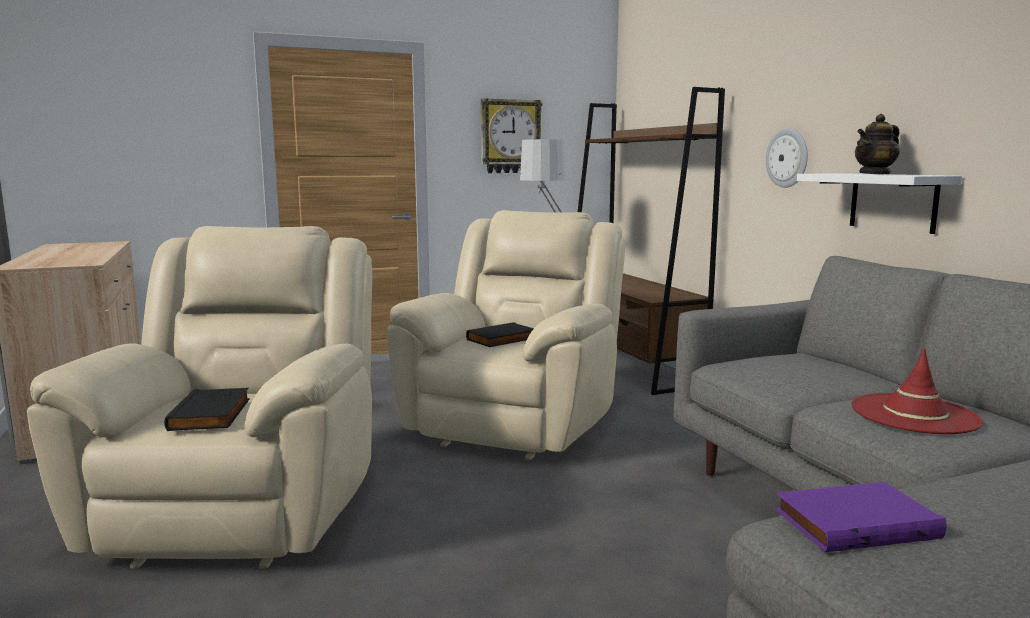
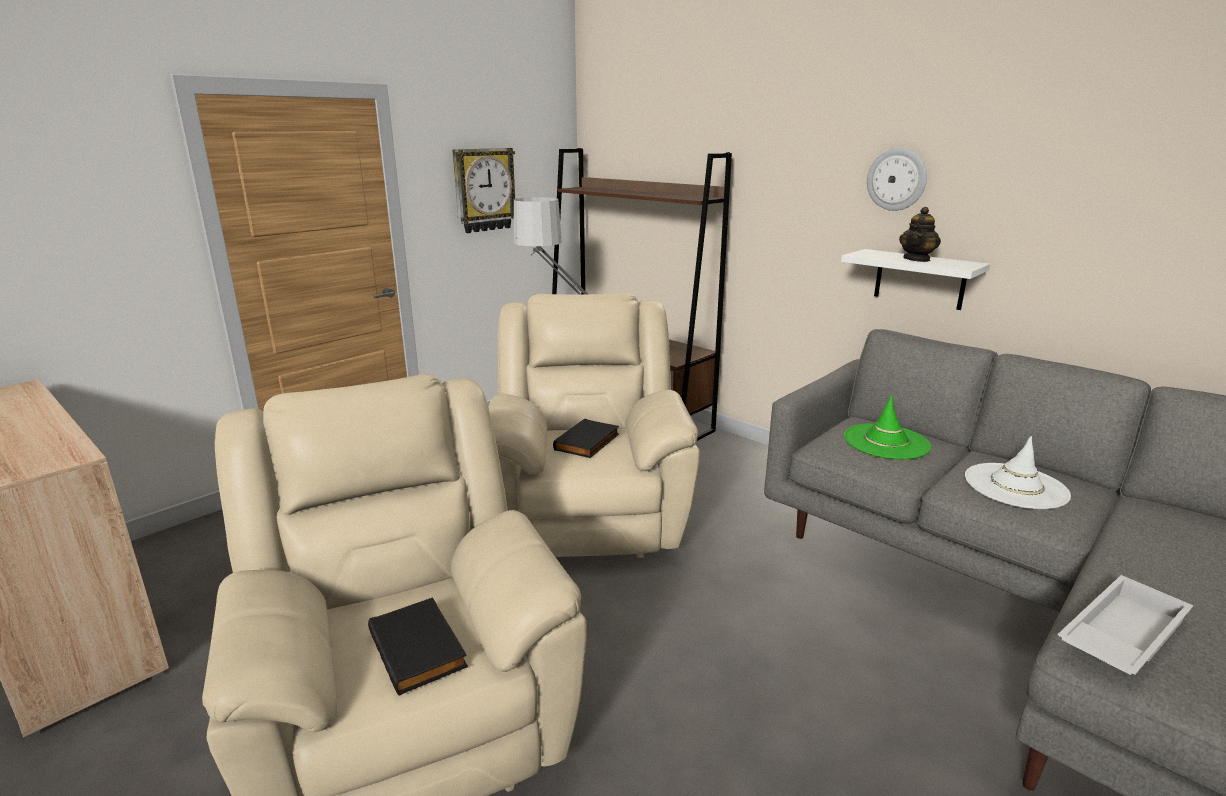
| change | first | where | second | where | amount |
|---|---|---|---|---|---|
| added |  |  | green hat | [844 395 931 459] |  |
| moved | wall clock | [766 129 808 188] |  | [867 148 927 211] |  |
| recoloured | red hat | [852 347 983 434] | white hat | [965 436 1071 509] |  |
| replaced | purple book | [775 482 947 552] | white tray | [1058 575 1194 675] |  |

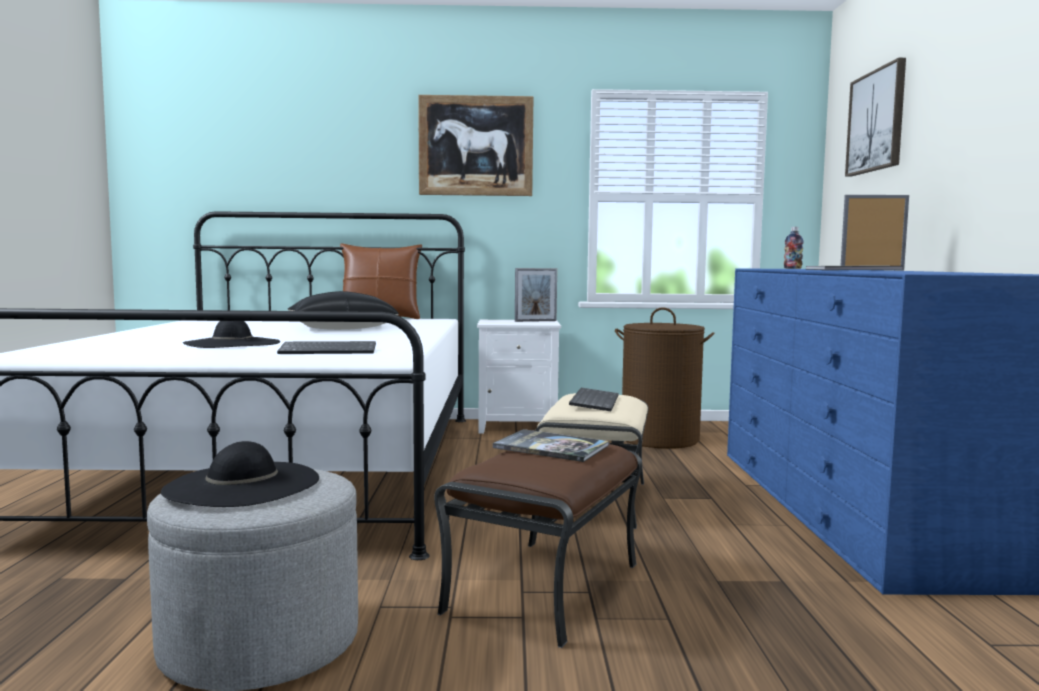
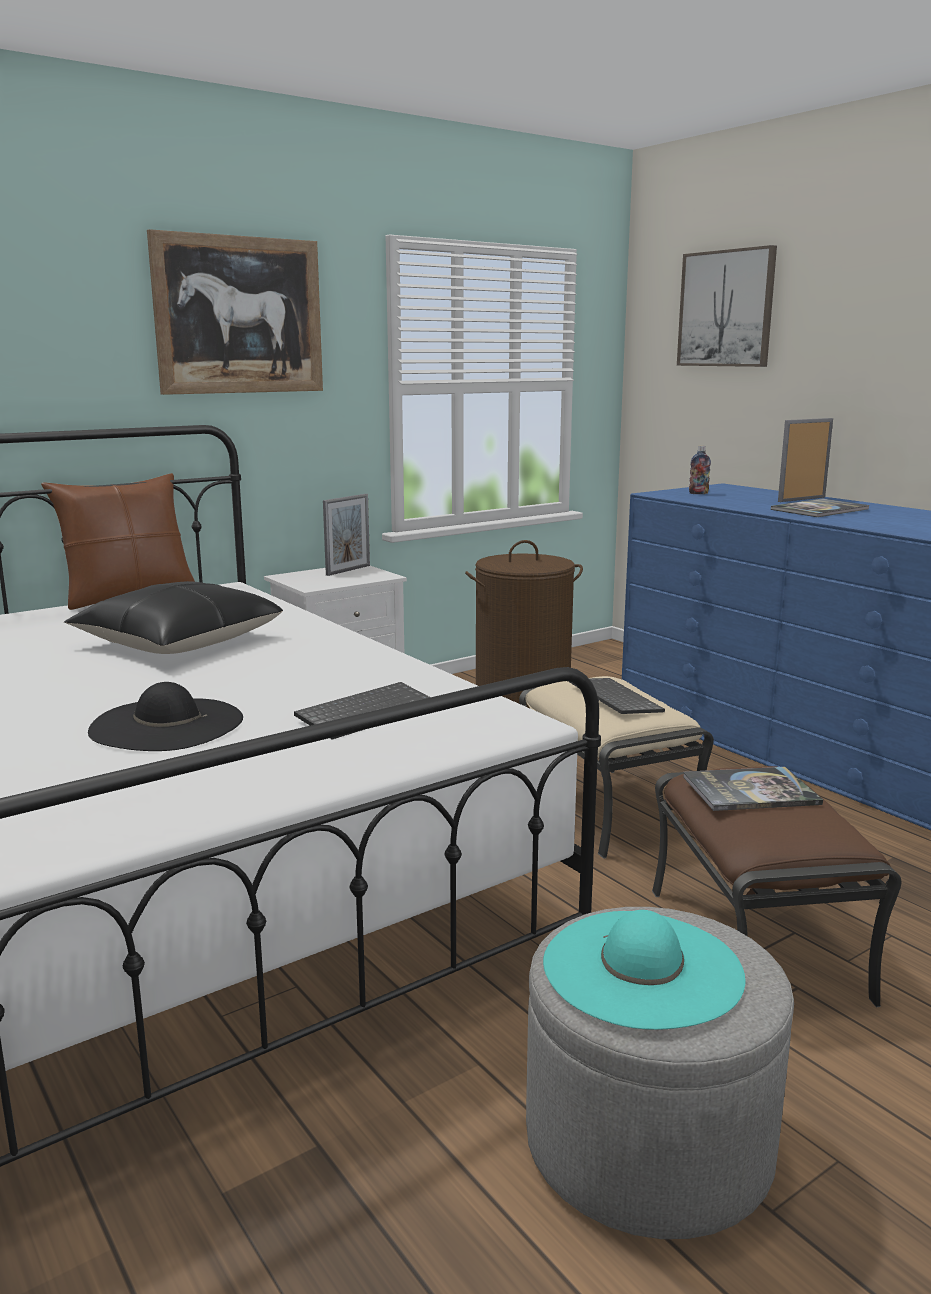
| change | first | where | second | where | amount |
|---|---|---|---|---|---|
| recoloured | black hat | [161 441 319 507] | turquoise hat | [543 910 746 1030] |  |

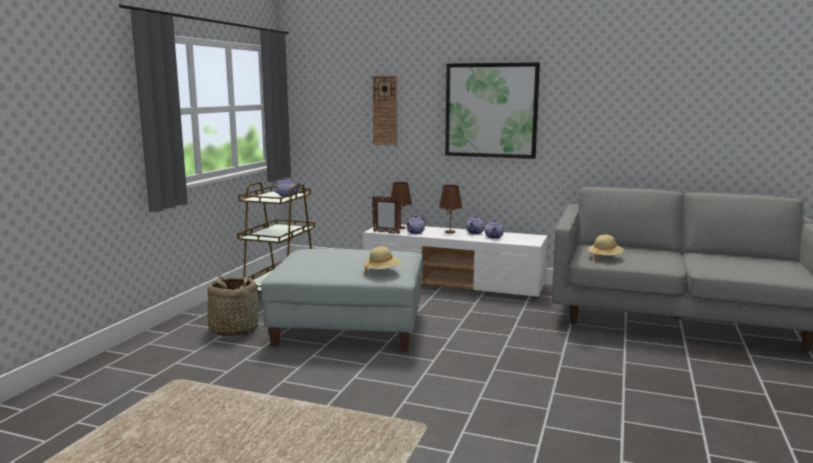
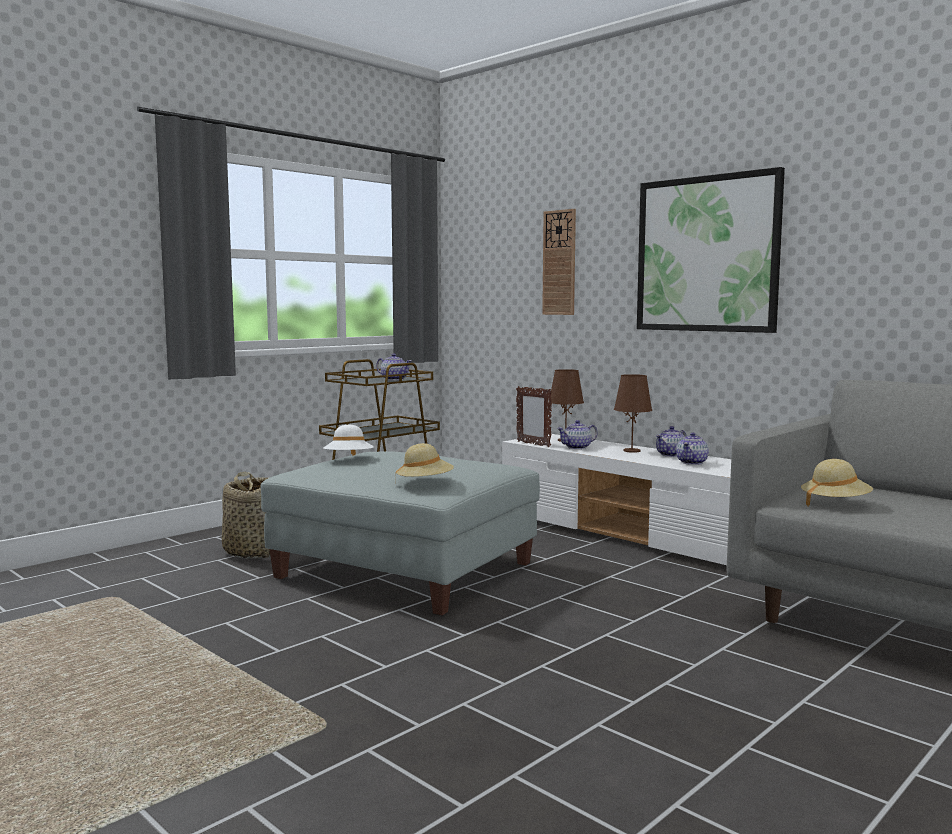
| change | first | where | second | where | amount |
|---|---|---|---|---|---|
| added |  |  | white hat | [323 425 374 456] |  |

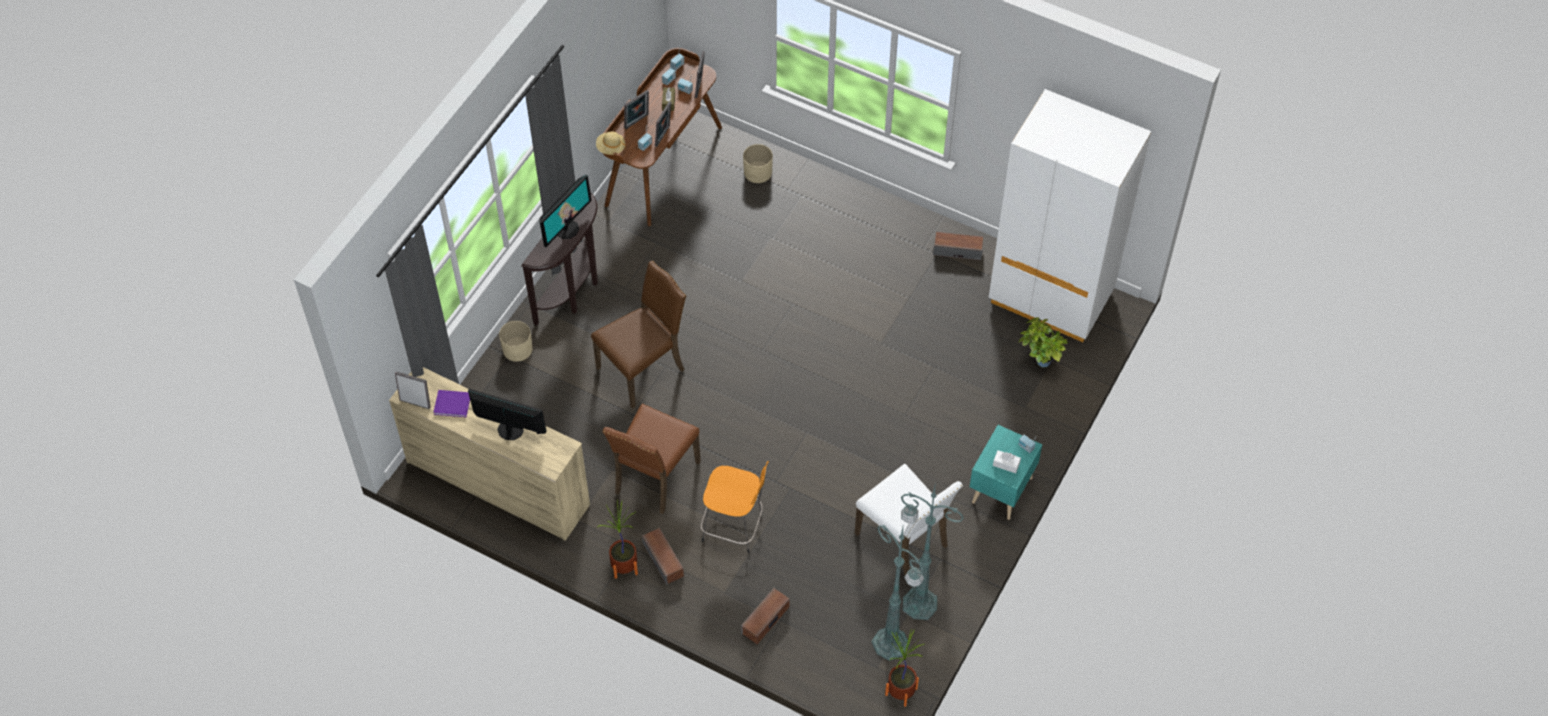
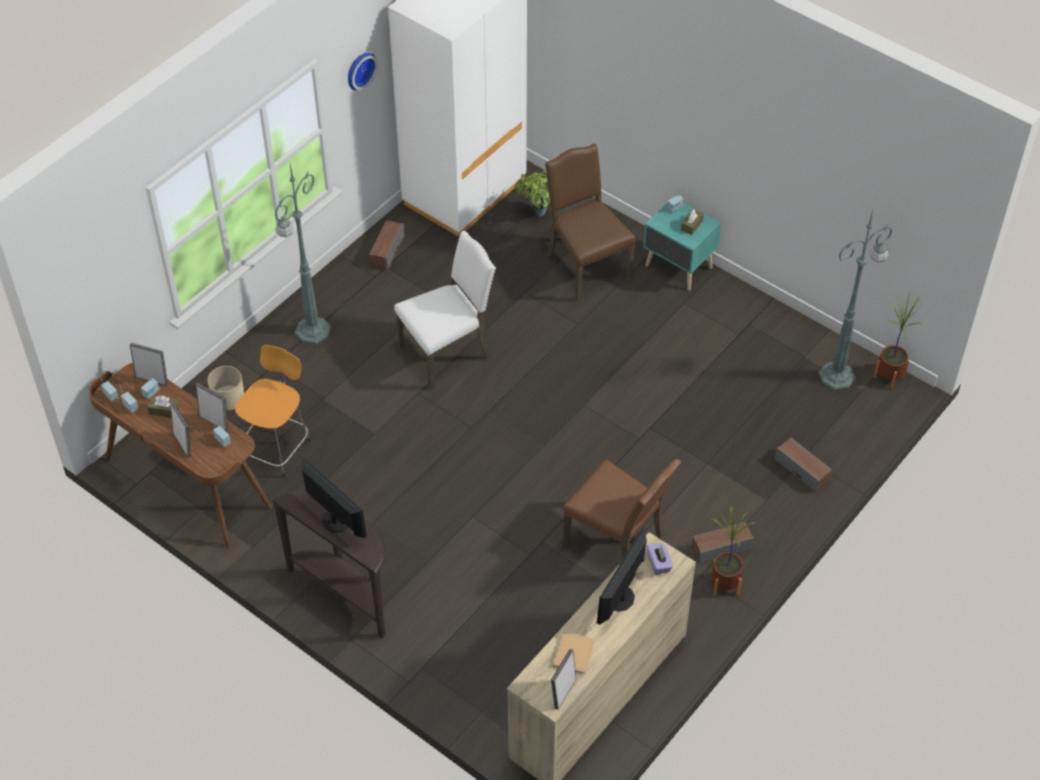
| change | first | where | second | where | amount |
|---|---|---|---|---|---|
| moved | orange stool | [701 461 769 553] |  | [235 345 311 478] |  |
| moved | green floor lamp | [901 482 964 620] |  | [275 164 331 344] |  |
| added |  |  | wall clock | [348 52 378 90] |  |
| moved | white chair | [855 464 963 575] |  | [394 231 496 390] |  |
| moved | brown chair | [591 261 686 409] |  | [545 144 636 303] |  |
| recoloured | purple book | [433 390 470 417] | beige book | [553 631 595 675] |  |
| added |  |  | purple tissue box | [646 544 673 575] |  |
| recoloured | white tissue box | [993 450 1021 473] | brown tissue box | [681 209 704 235] |  |
| removed | beige planter | [499 321 533 362] |  |  |  |
| removed | beige hat | [596 131 626 155] |  |  |  |

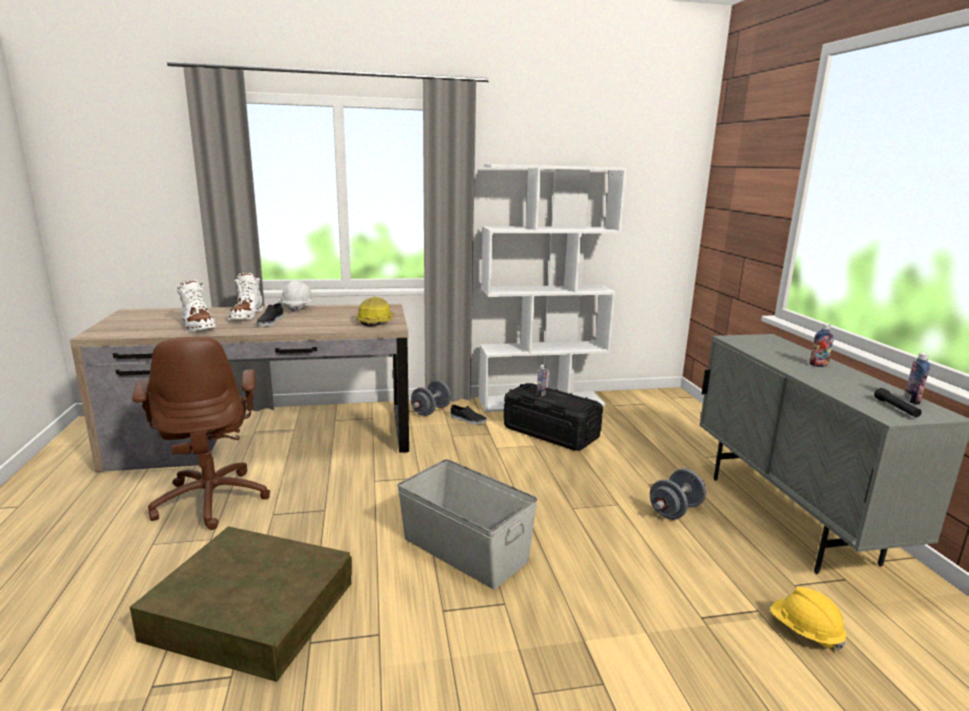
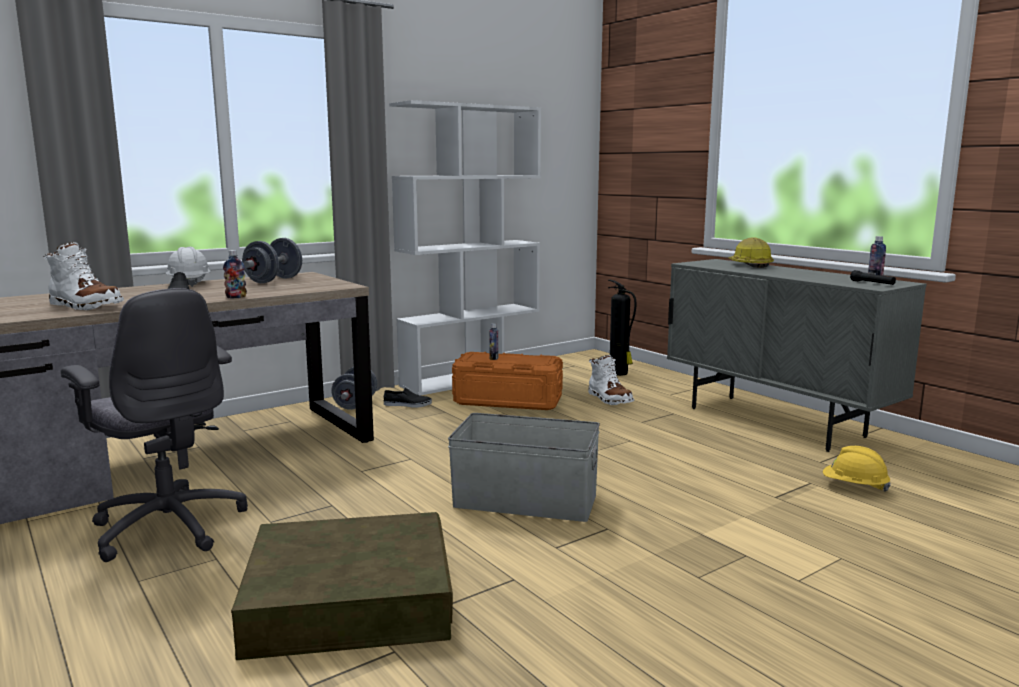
| change | first | where | second | where | amount |
|---|---|---|---|---|---|
| recoloured | brown office chair | [132 336 270 530] | grey office chair | [61 288 248 562] |  |
| moved | bottle | [810 324 834 367] |  | [223 250 247 298] |  |
| moved | grey dumbbell | [650 469 706 520] |  | [242 238 302 283] |  |
| recoloured | black storage box | [504 383 603 451] | orange storage box | [452 352 563 410] |  |
| moved | white boot | [229 273 263 320] |  | [588 355 634 405] |  |
| added |  |  | fire extinguisher | [608 280 636 376] |  |
| moved | hard hat | [356 297 394 327] |  | [728 238 774 268] |  |

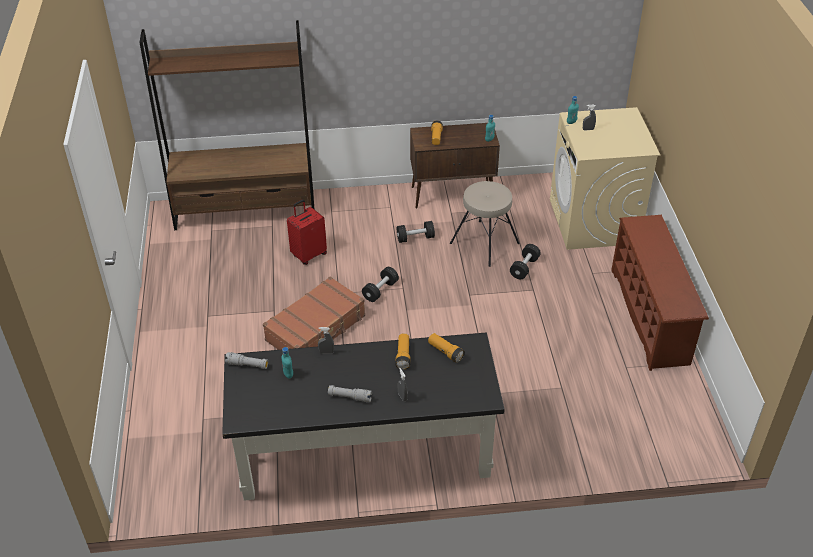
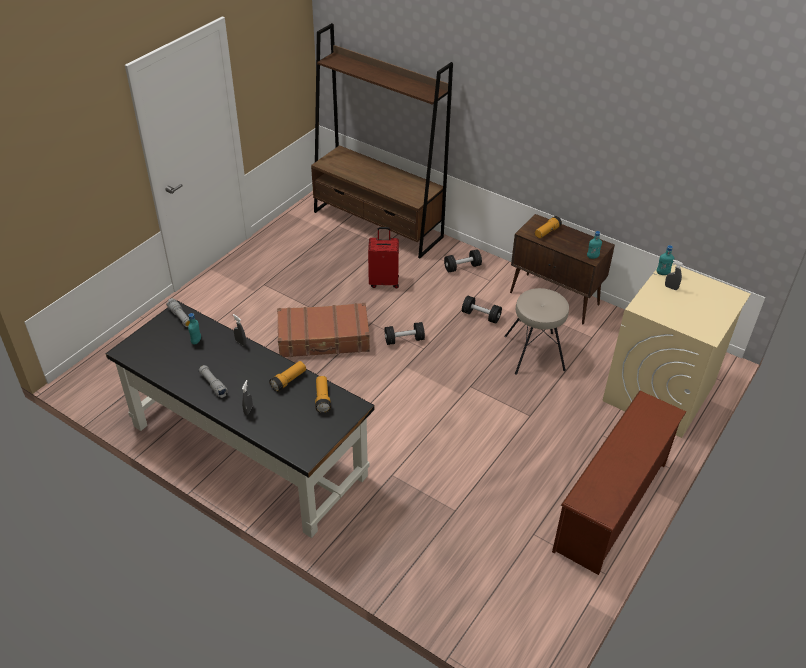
| change | first | where | second | where | amount |
|---|---|---|---|---|---|
| moved | black dumbbell | [510 244 541 279] |  | [444 249 482 272] |  |

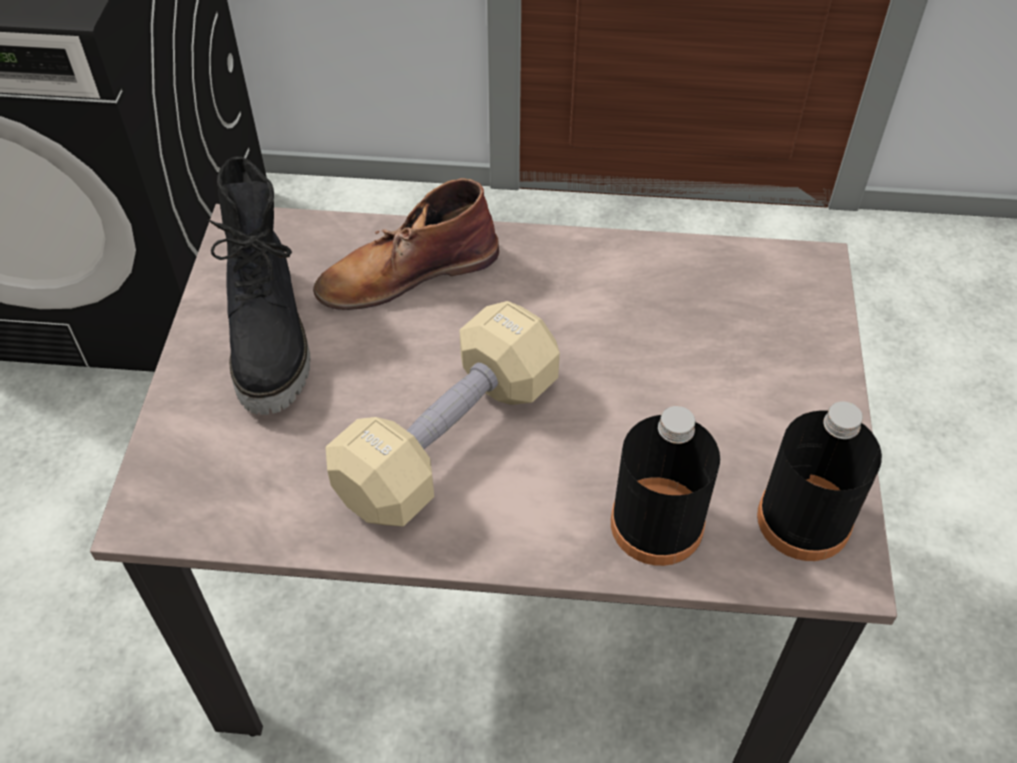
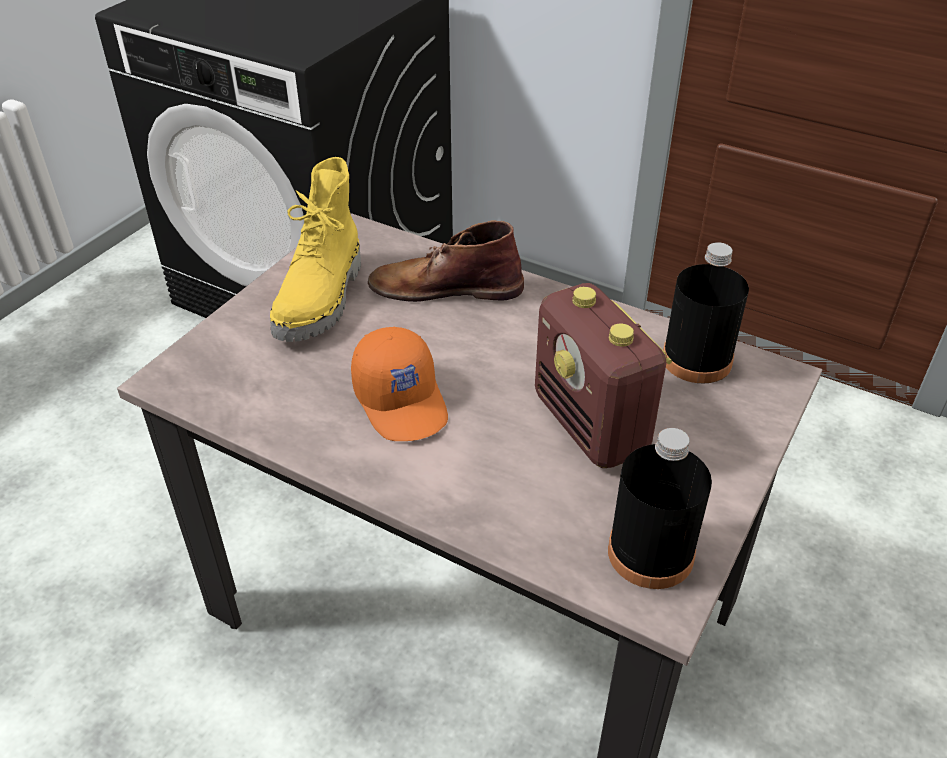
| change | first | where | second | where | amount |
|---|---|---|---|---|---|
| recoloured | black boot | [208 157 311 415] | yellow boot | [270 157 361 342] |  |
| replaced | beige dumbbell | [326 301 560 526] | orange cap | [351 327 448 441] |  |
| added |  |  | radio | [535 283 672 468] |  |
| moved | black bottle | [611 406 720 566] |  | [663 242 749 384] |  |

